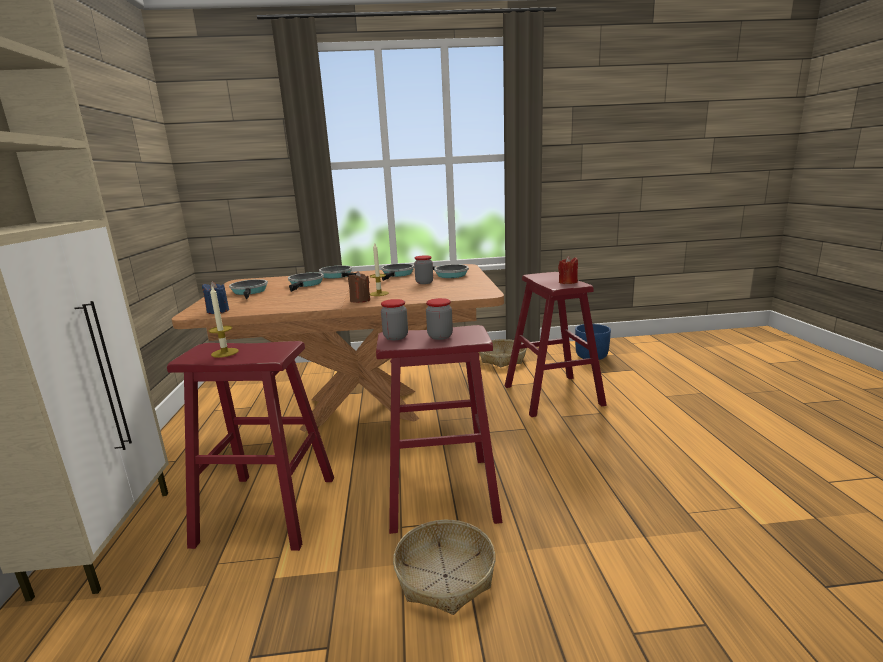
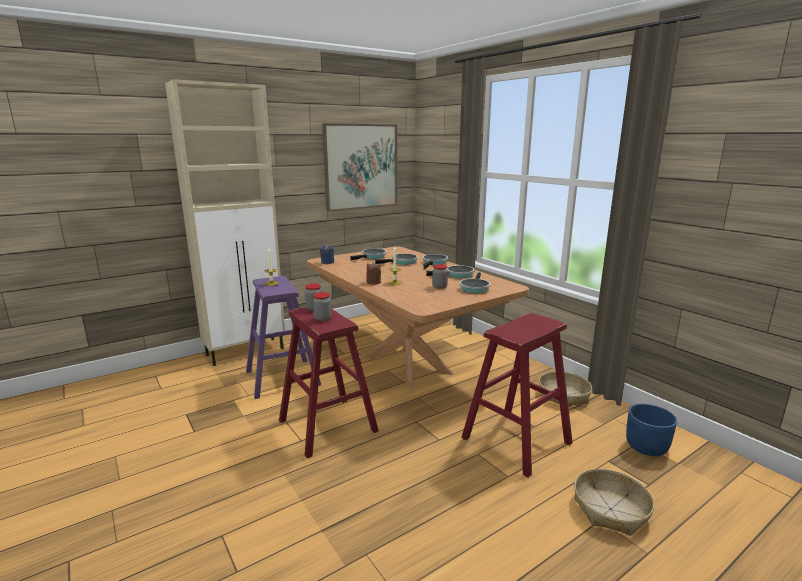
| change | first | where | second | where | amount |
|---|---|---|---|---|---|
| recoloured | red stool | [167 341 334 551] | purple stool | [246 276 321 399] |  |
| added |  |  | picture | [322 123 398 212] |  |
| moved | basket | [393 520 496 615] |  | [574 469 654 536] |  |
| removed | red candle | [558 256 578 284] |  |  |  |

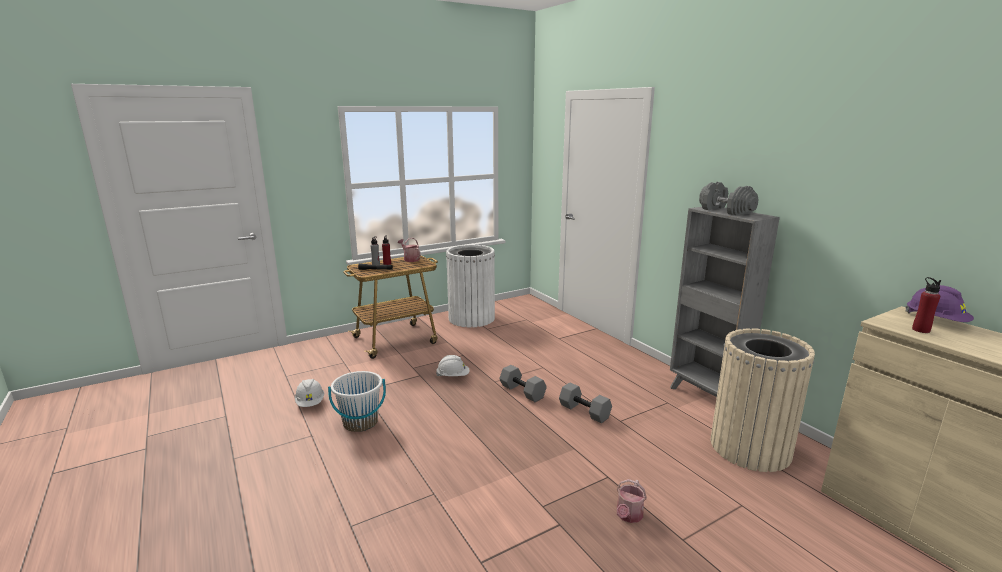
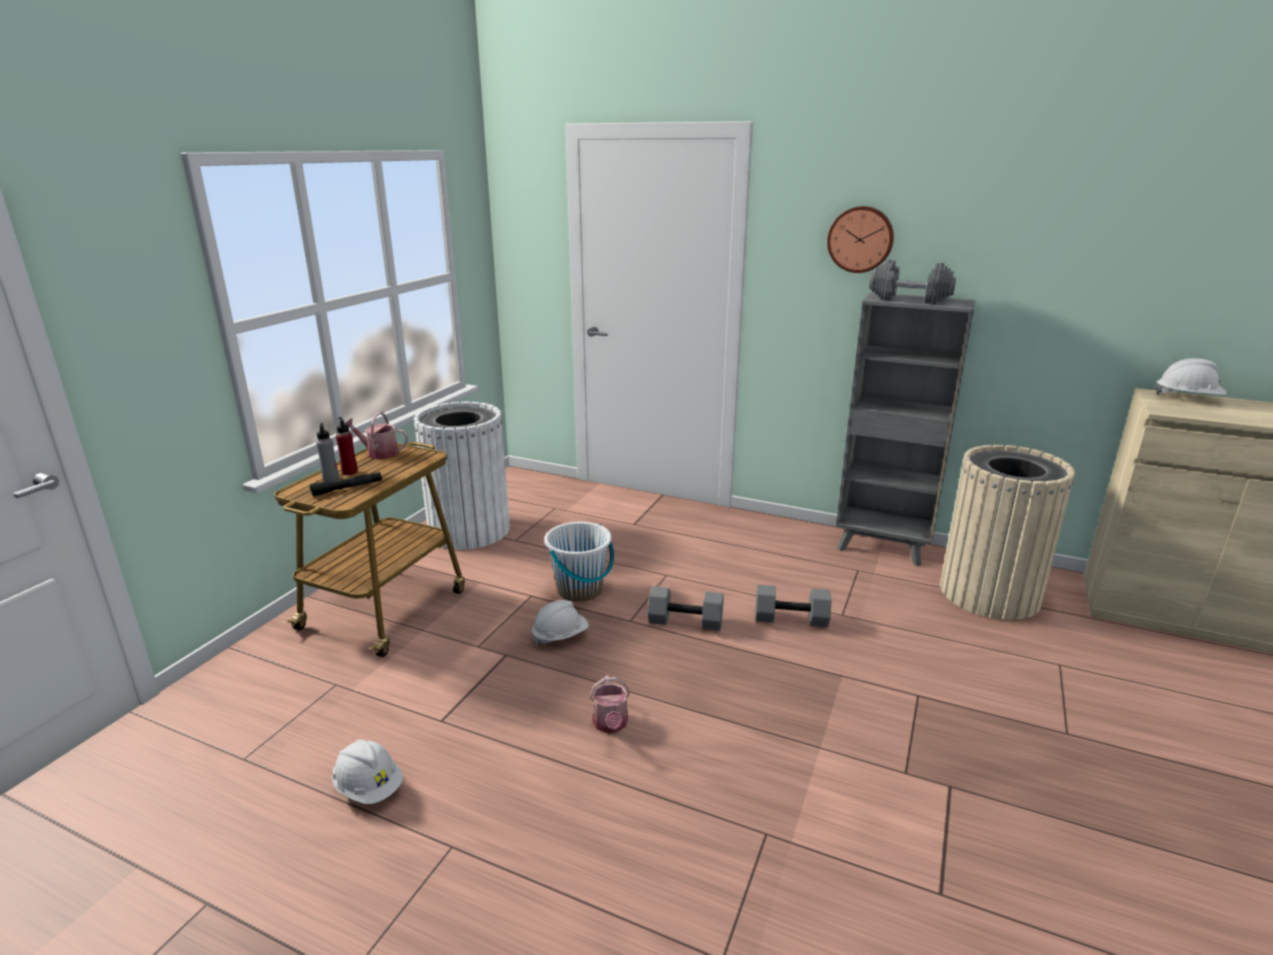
| change | first | where | second | where | amount |
|---|---|---|---|---|---|
| moved | white bucket | [328 371 386 432] |  | [544 522 614 602] |  |
| moved | watering can | [617 479 647 523] |  | [590 675 630 733] |  |
| added |  |  | wall clock | [827 206 894 273] |  |
| recoloured | purple hard hat | [905 285 974 322] | white hard hat | [1155 358 1227 395] |  |
| removed | red bottle | [912 277 941 333] |  |  |  |

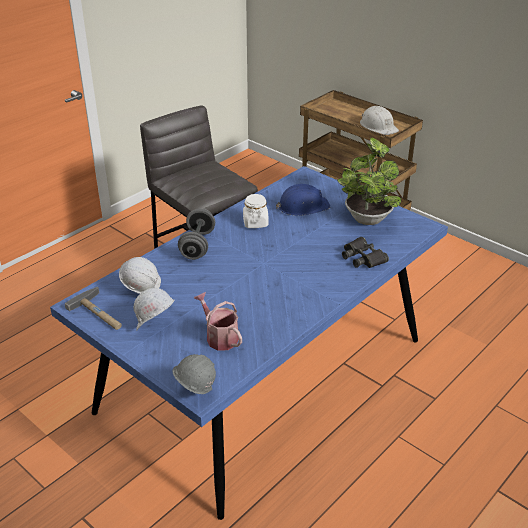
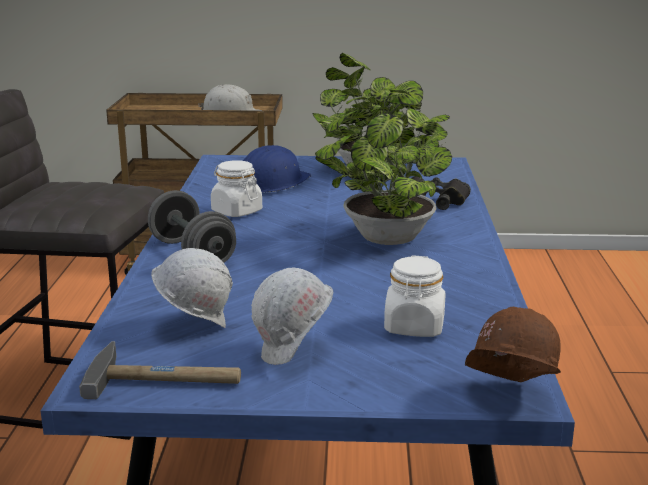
| change | first | where | second | where | amount |
|---|---|---|---|---|---|
| added |  |  | potted plant | [315 108 452 245] |  |
| replaced | watering can | [194 292 242 351] | white jar | [384 255 445 337] |  |
| recoloured | grey hard hat | [173 354 216 394] | brown hard hat | [465 307 561 382] |  |

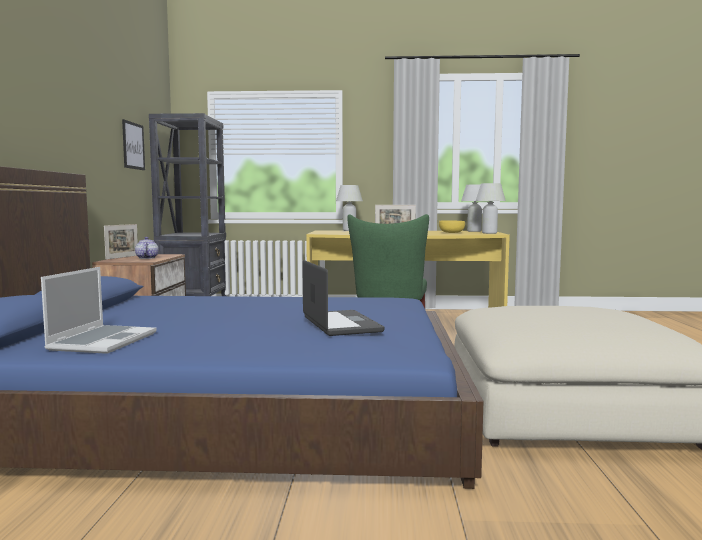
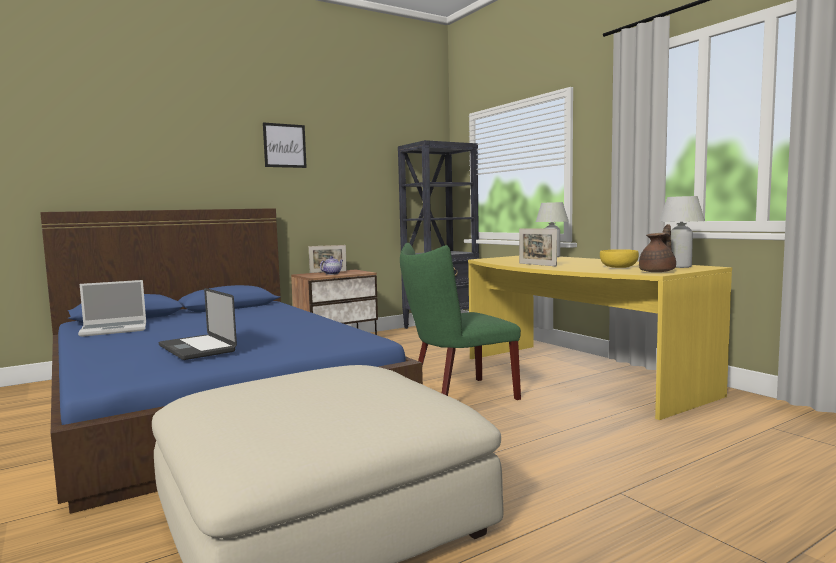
| change | first | where | second | where | amount |
|---|---|---|---|---|---|
| turned | laptop | [302 260 384 336] |  | [159 288 237 360] | 105 degrees clockwise |
| moved | picture | [122 119 145 170] |  | [263 123 307 168] |  |
| replaced | white table lamp | [476 183 506 234] | brown teapot | [639 224 676 272] |  |

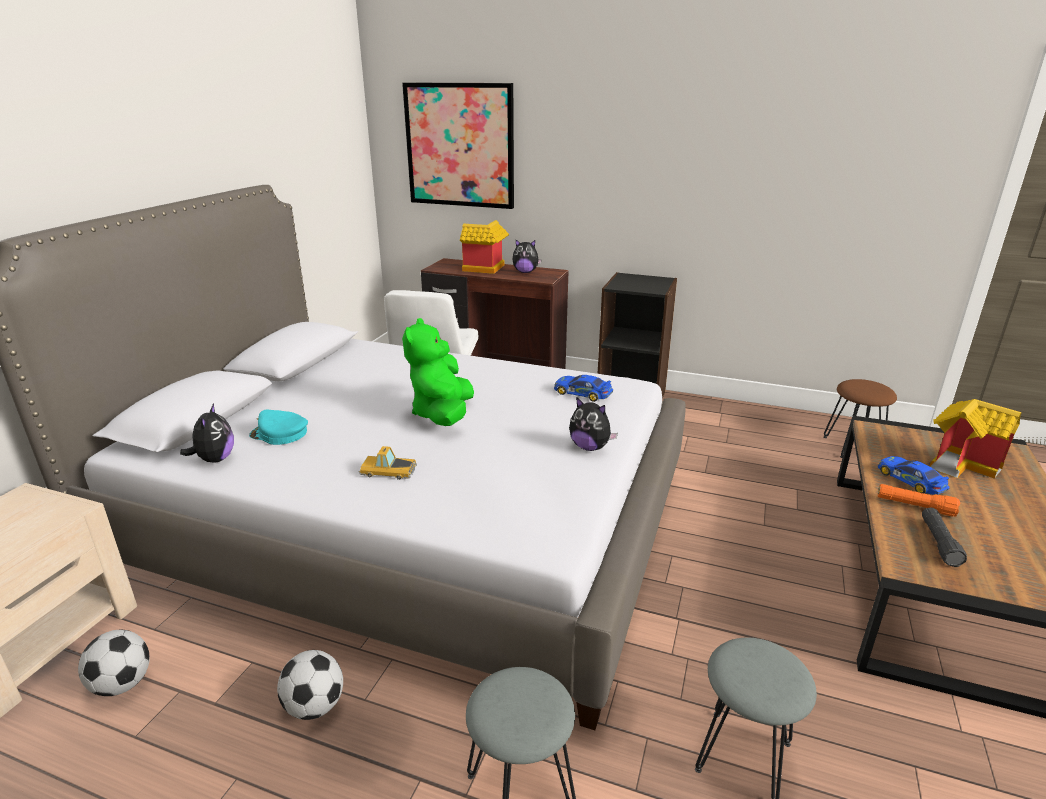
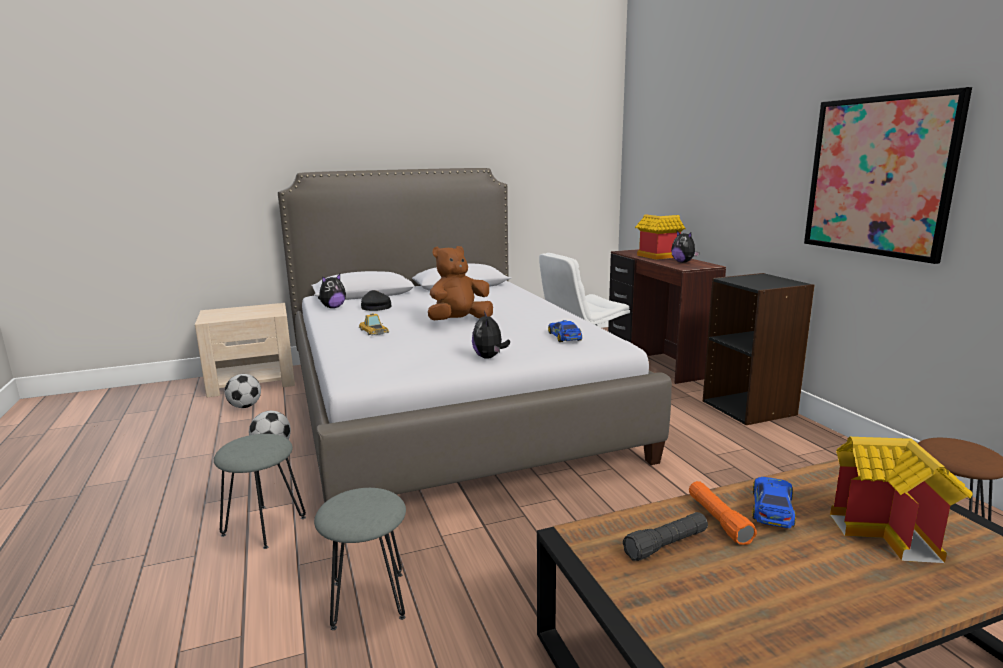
| change | first | where | second | where | amount |
|---|---|---|---|---|---|
| recoloured | turquoise cap | [249 410 308 445] | black cap | [361 290 391 311] |  |
| recoloured | green plush toy | [402 318 474 426] | brown plush toy | [428 246 493 320] |  |
| moved | picture | [402 82 514 209] |  | [804 87 972 264] |  |

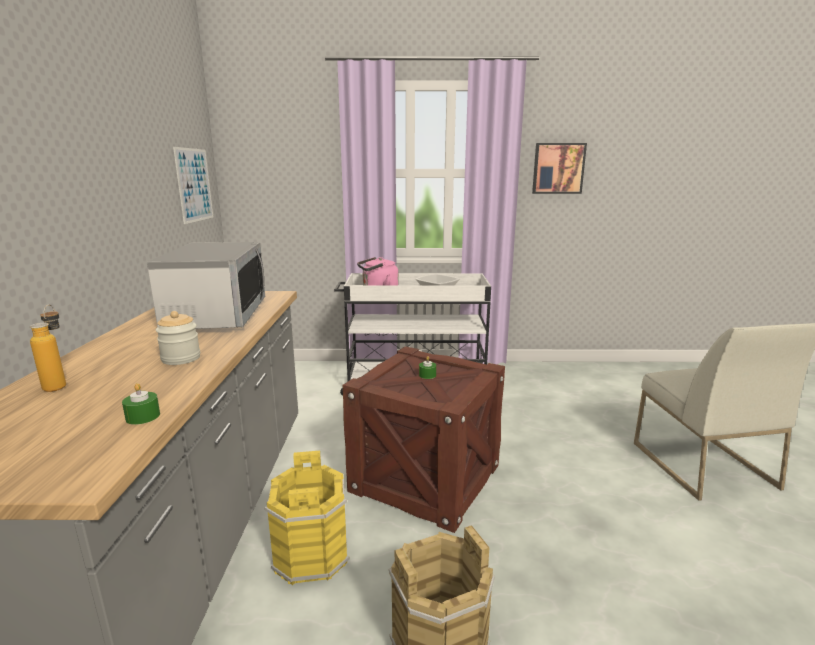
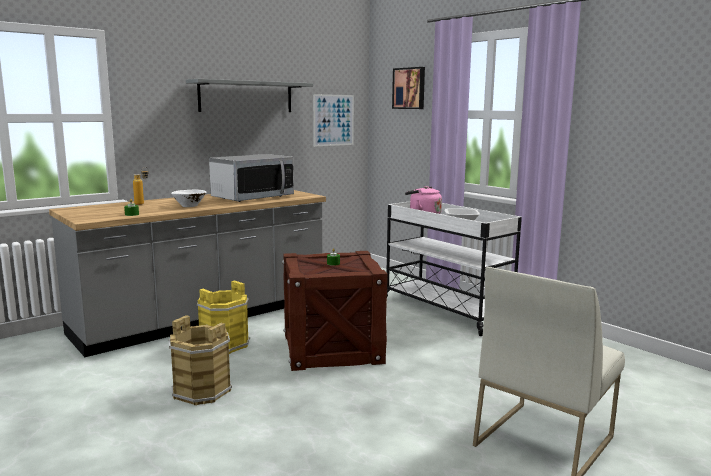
| change | first | where | second | where | amount |
|---|---|---|---|---|---|
| replaced | jar | [156 311 200 365] | white bowl | [171 189 207 207] |  |
| added |  |  | grey shelf | [186 79 313 112] |  |
| moved | picture | [532 143 587 194] |  | [392 67 425 109] |  |

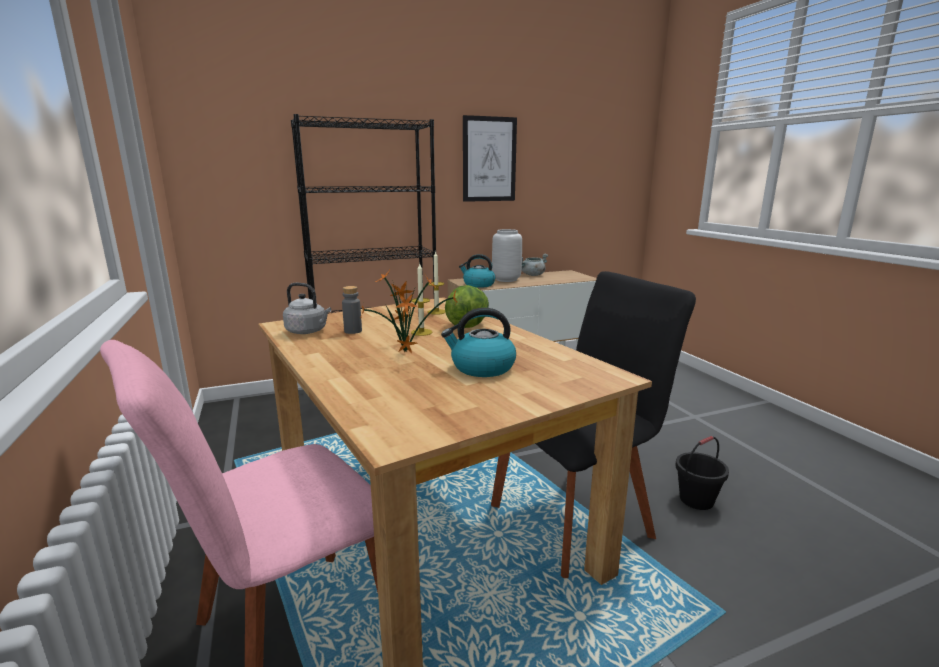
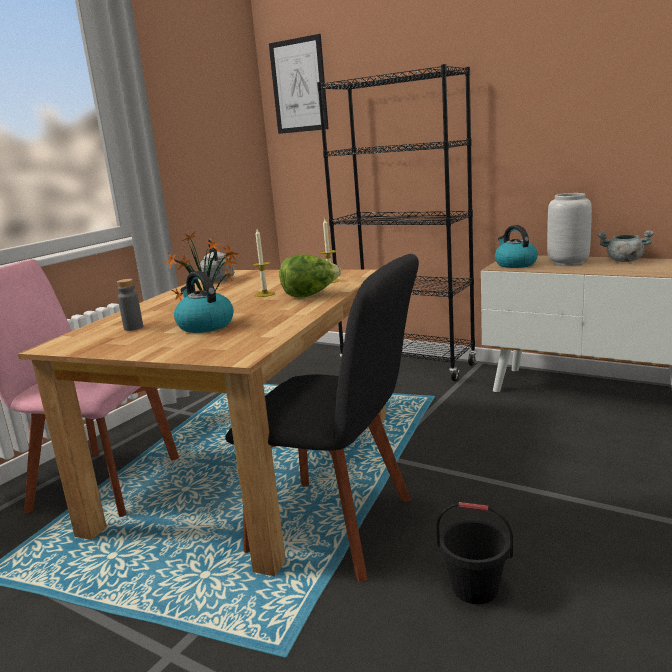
| change | first | where | second | where | amount |
|---|---|---|---|---|---|
| moved | grey bottle | [342 286 362 334] |  | [117 279 143 331] |  |
| moved | picture | [463 115 517 202] |  | [269 34 329 134] |  |

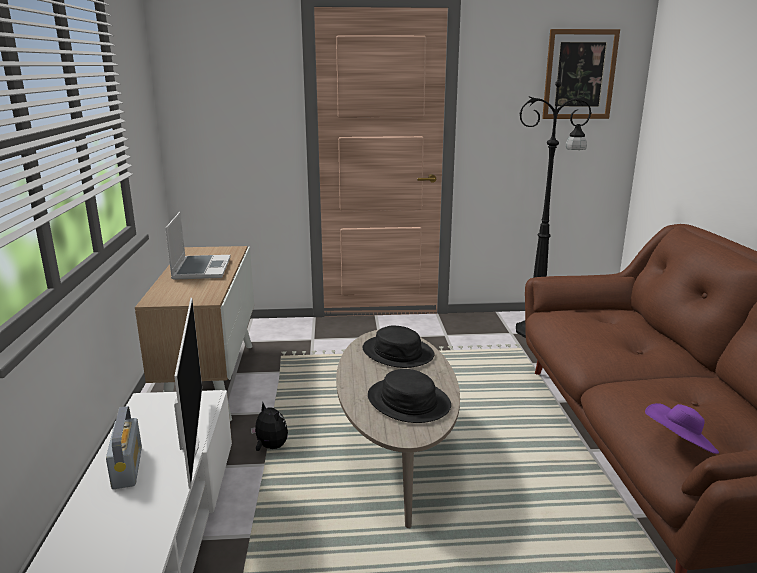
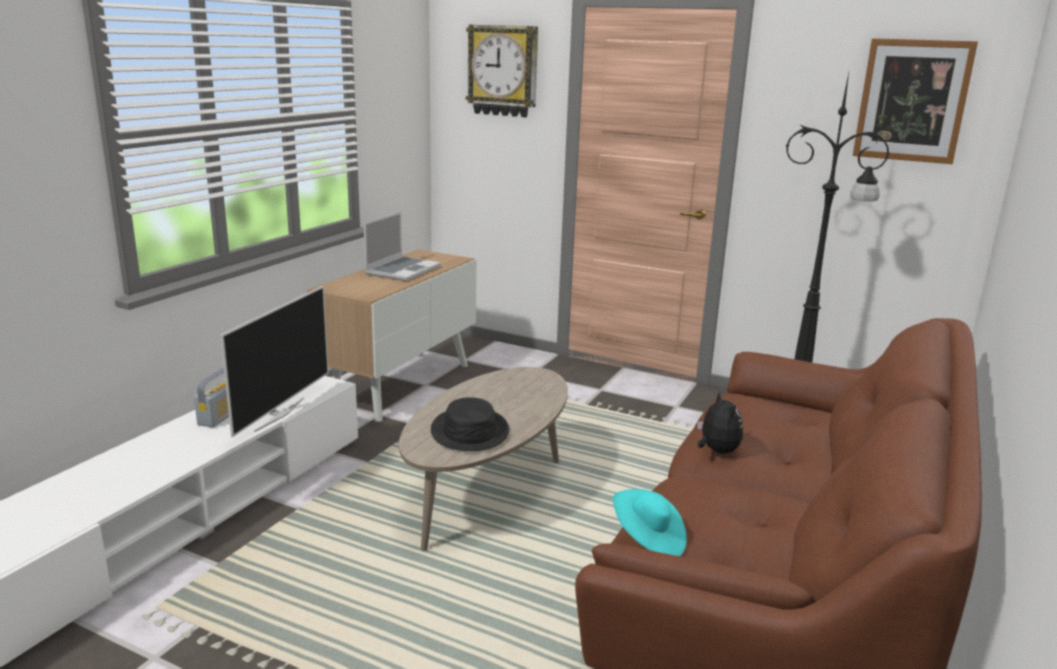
| change | first | where | second | where | amount |
|---|---|---|---|---|---|
| added |  |  | wall clock | [466 25 538 117] |  |
| recoloured | purple hat | [645 403 719 454] | turquoise hat | [613 489 687 556] |  |
| moved | plush toy | [250 403 288 451] |  | [697 391 743 454] |  |
| removed | black hat | [363 325 435 368] |  |  |  |

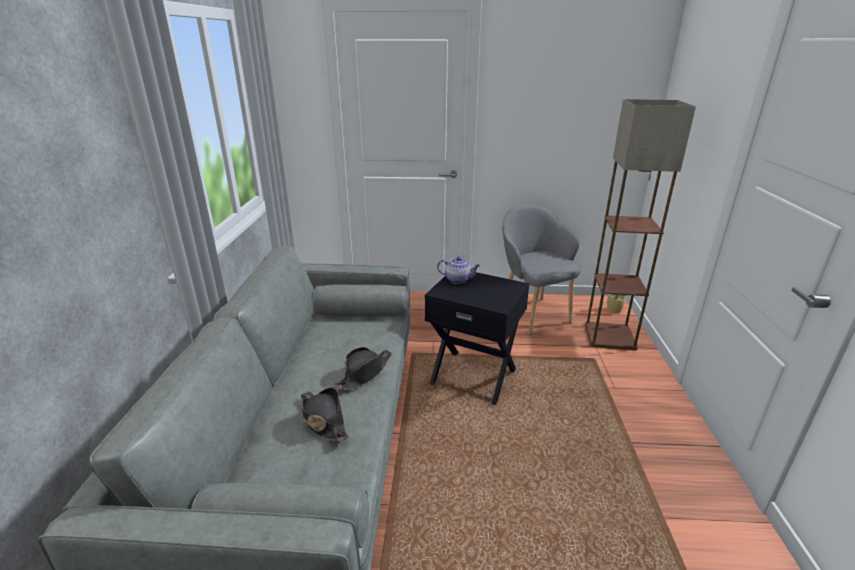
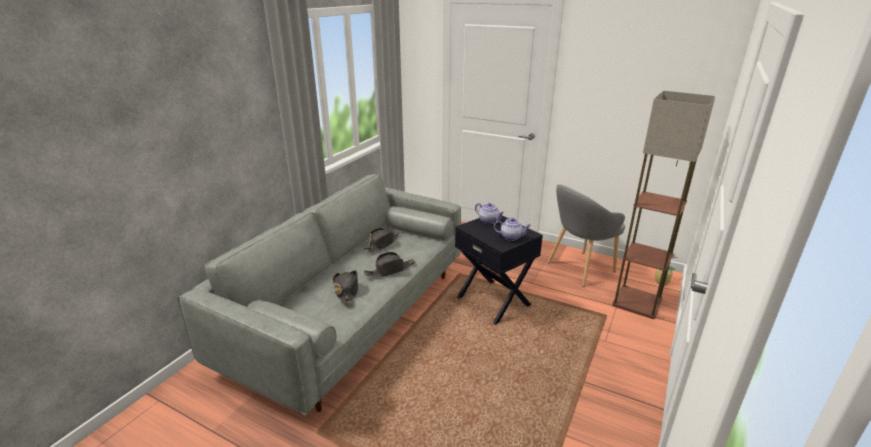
| change | first | where | second | where | amount |
|---|---|---|---|---|---|
| added |  |  | black hat | [363 228 399 252] |  |
| added |  |  | teapot | [494 218 531 241] |  |
| turned | grey armchair | [502 204 581 335] |  | [547 184 625 287] | 120 degrees counterclockwise |

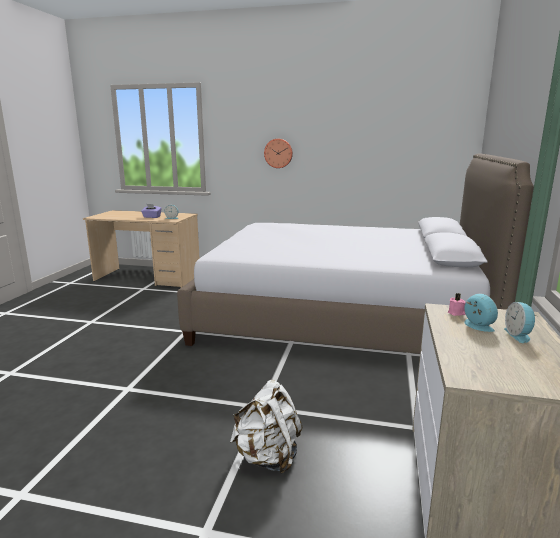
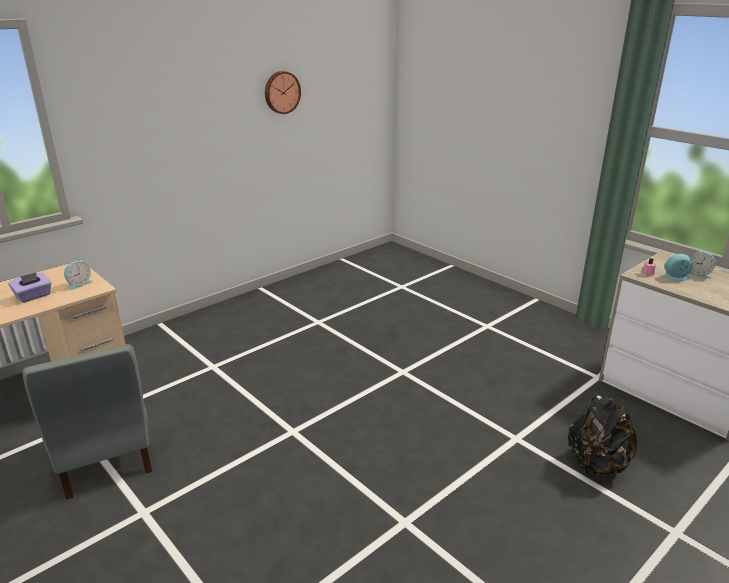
| change | first | where | second | where | amount |
|---|---|---|---|---|---|
| added |  |  | grey chair | [22 344 152 500] |  |
| moved | wall clock | [264 139 293 168] |  | [265 71 301 114] |  |
| recoloured | white backpack | [230 380 303 474] | black backpack | [568 395 637 475] |  |
| removed | bed | [177 154 534 354] |  |  |  |

